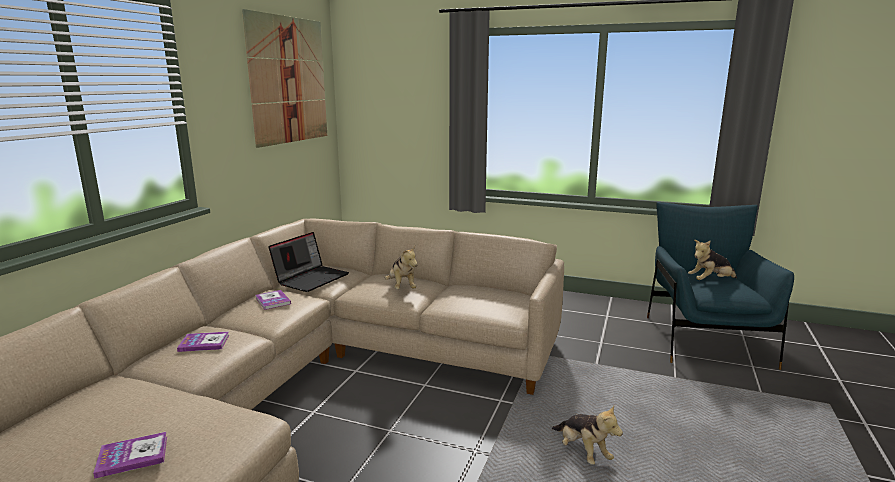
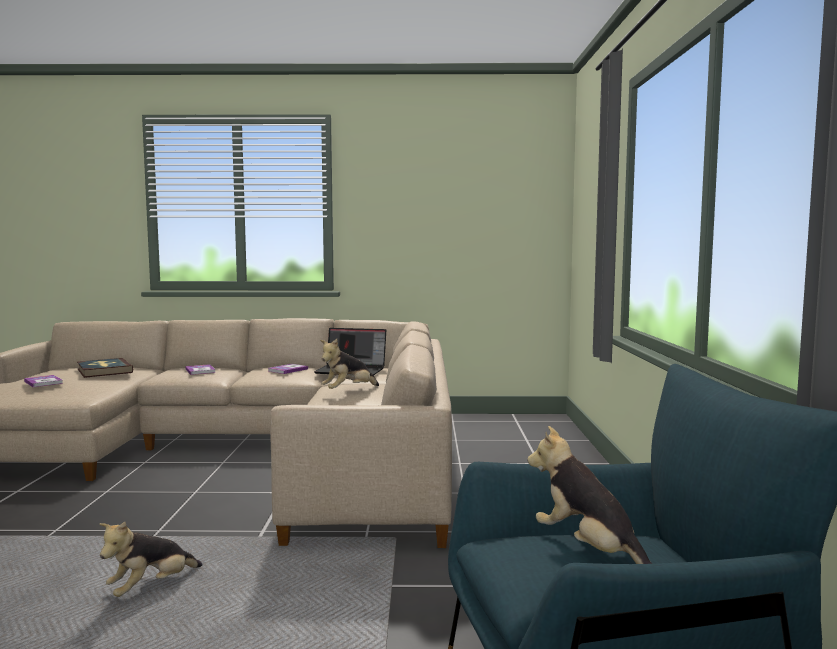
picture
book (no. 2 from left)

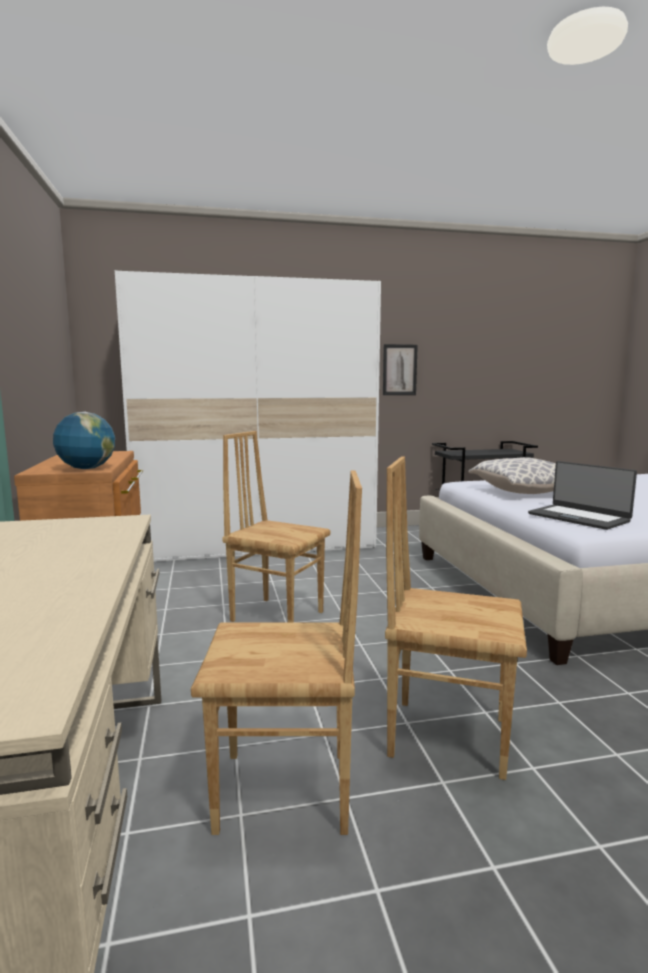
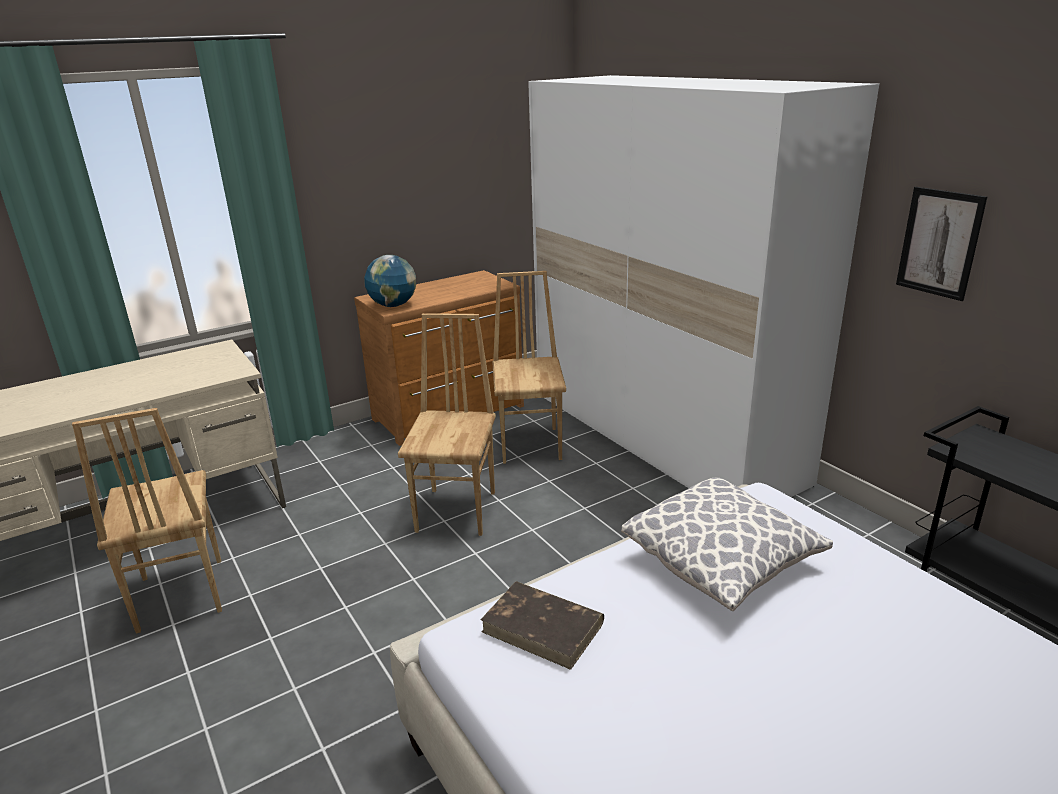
chair in brown (no. 3 from left)
book in brown

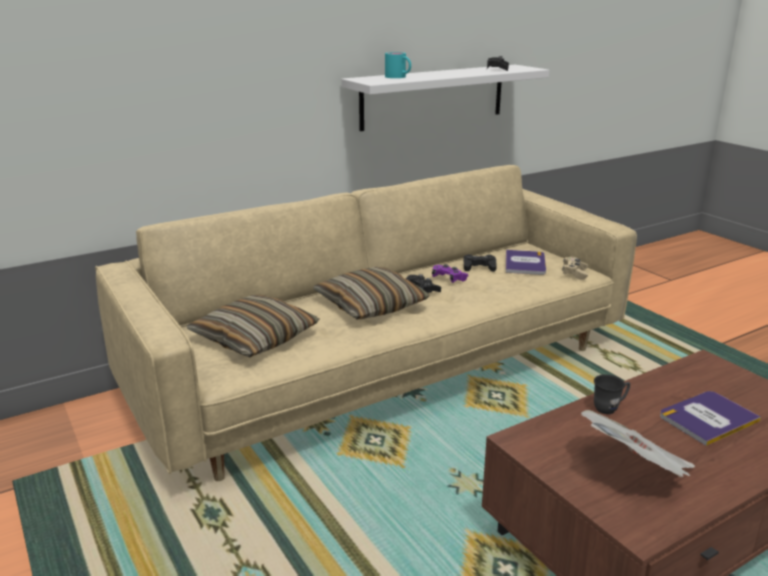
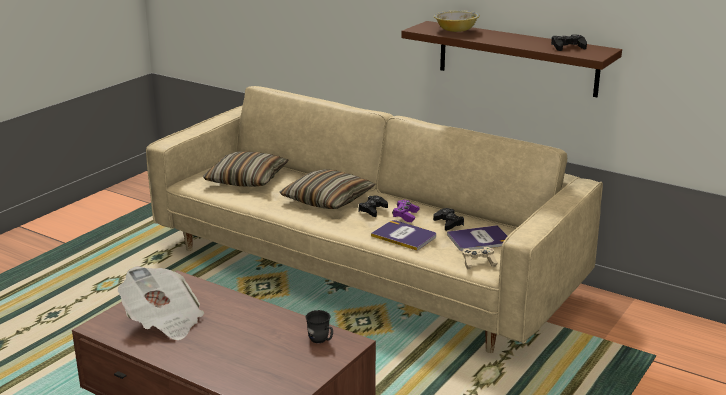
bowl
shelf in brown
mug in grey
book (no. 1 from left)

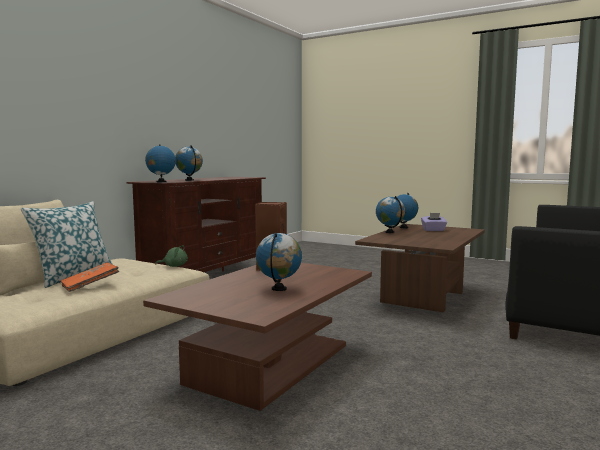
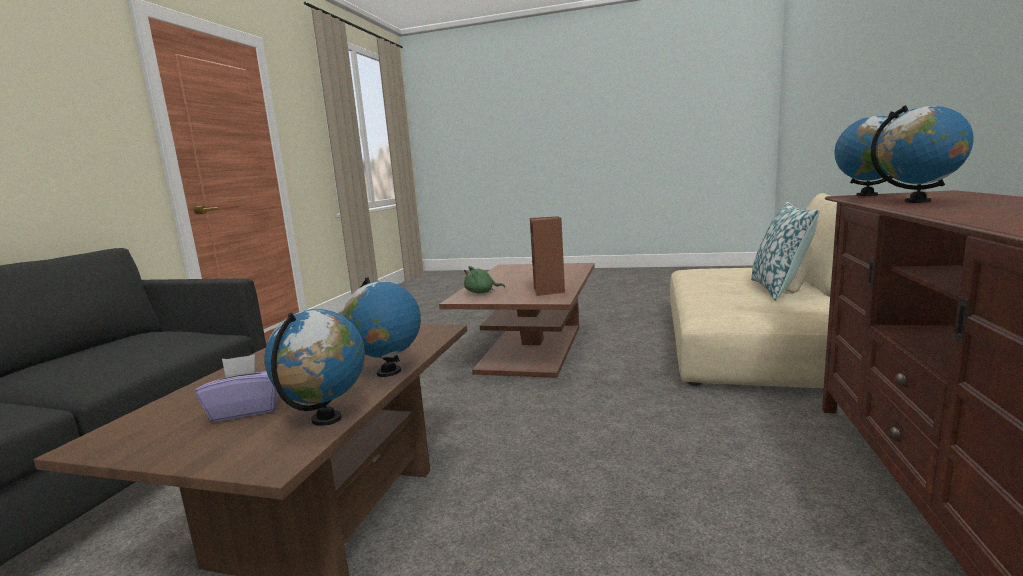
globe (no. 3 from left in the first image)
plush toy in green
book in orange

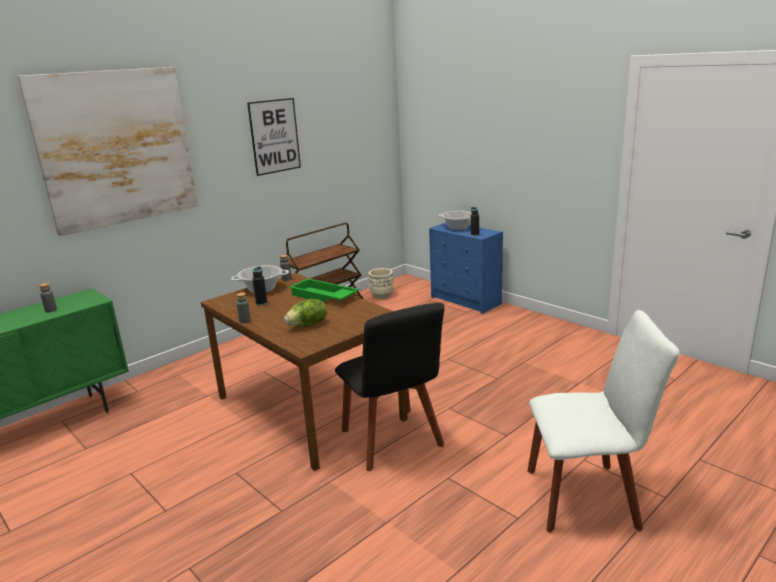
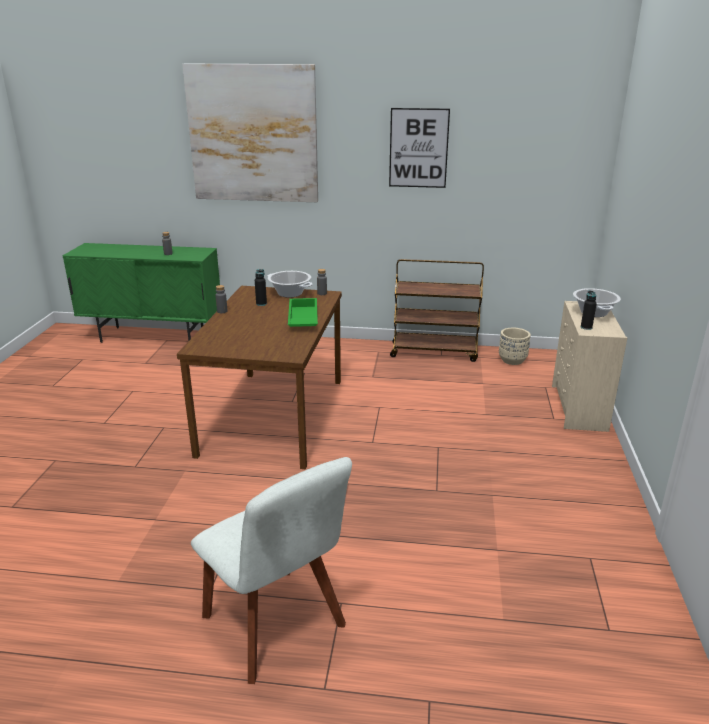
dresser in beige
lettuce
chair in black

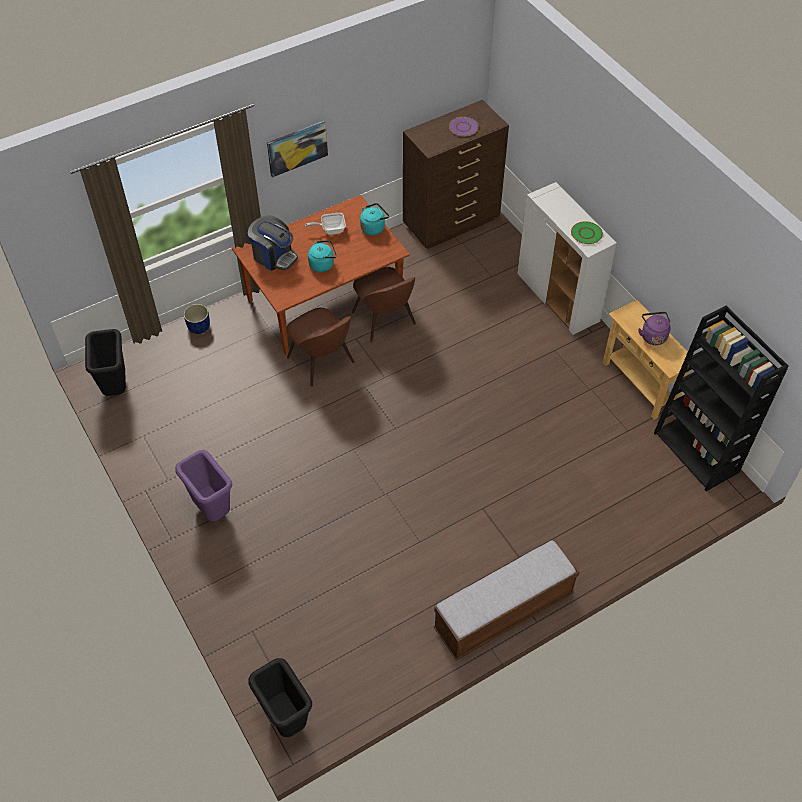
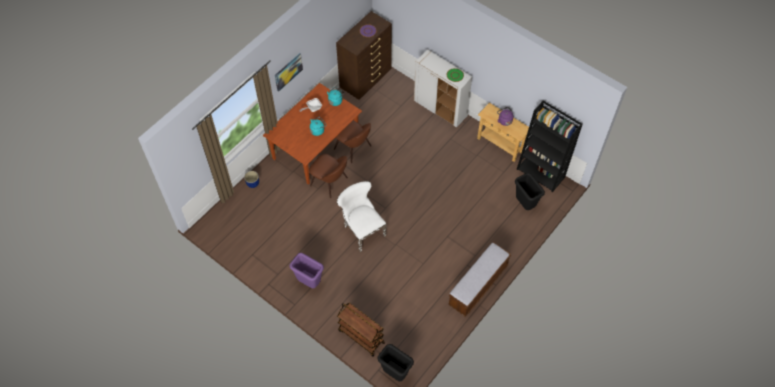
coffee machine
trash can in black (no. 2 from left)
chair in white
cart in brown

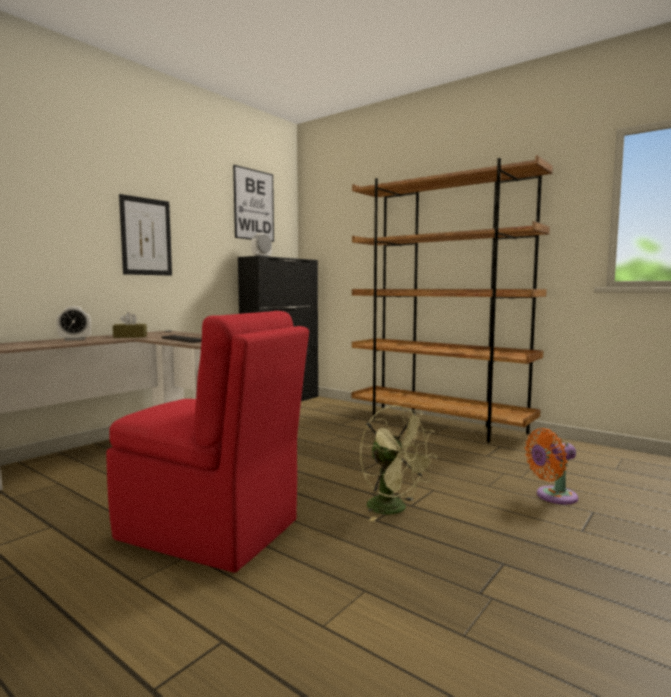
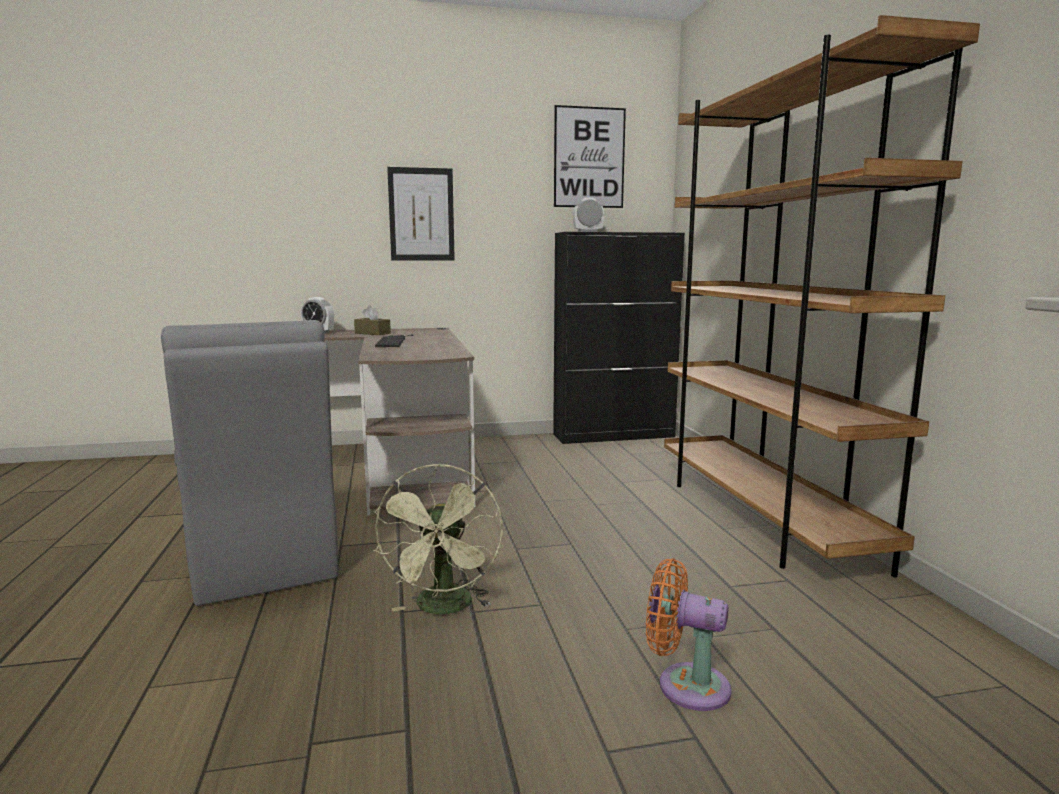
chair in grey

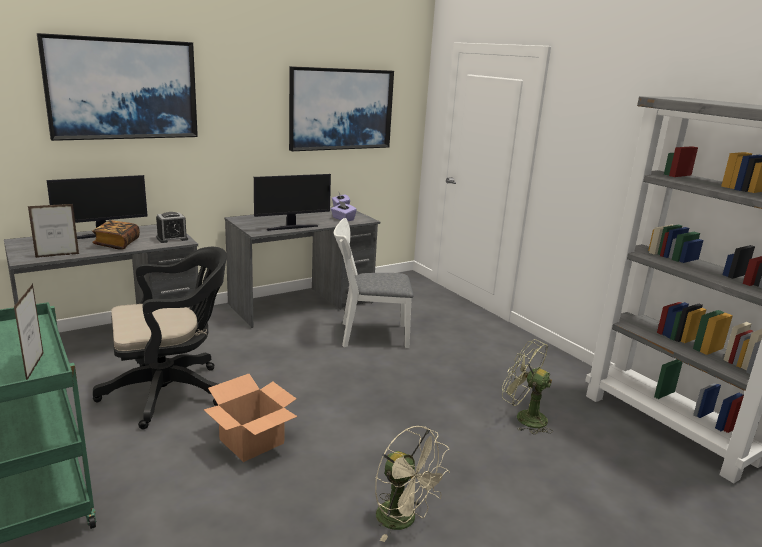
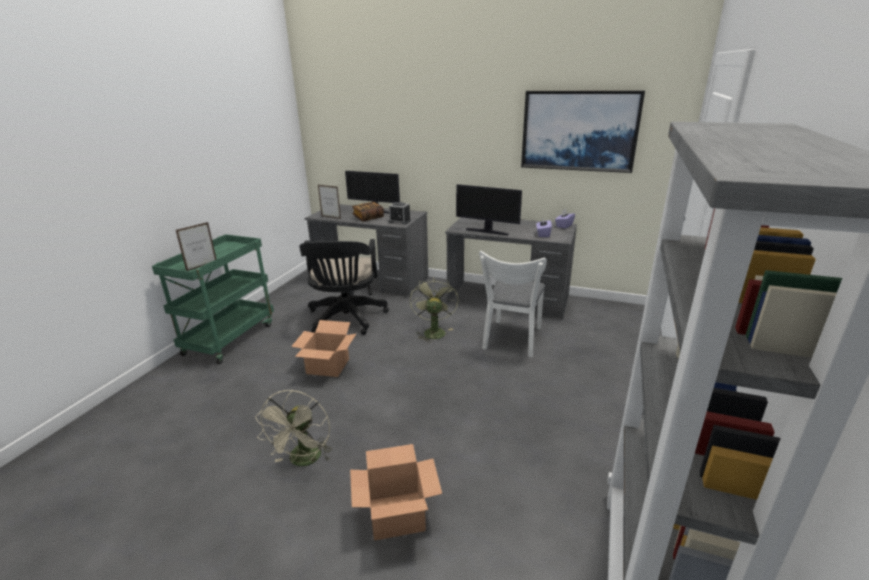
picture (no. 1 from left in the first image)
chair in white
office chair in black
fan in green
cardboard box (no. 2 from left)

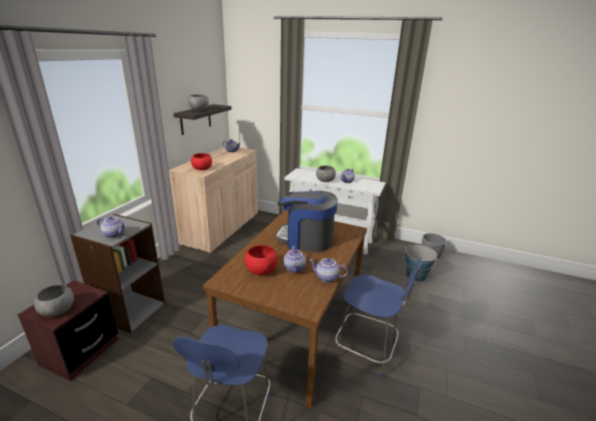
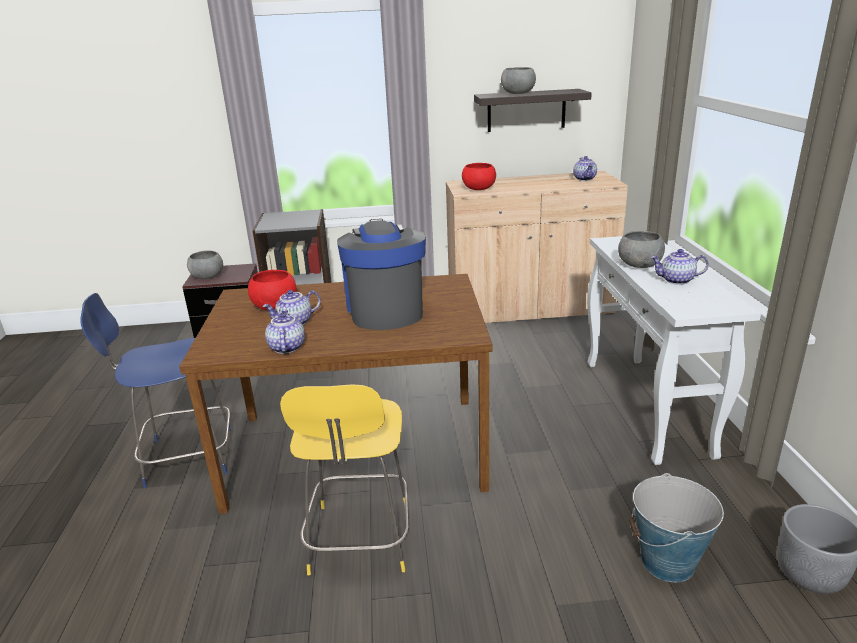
teapot (no. 1 from left in the first image)
chair in yellow

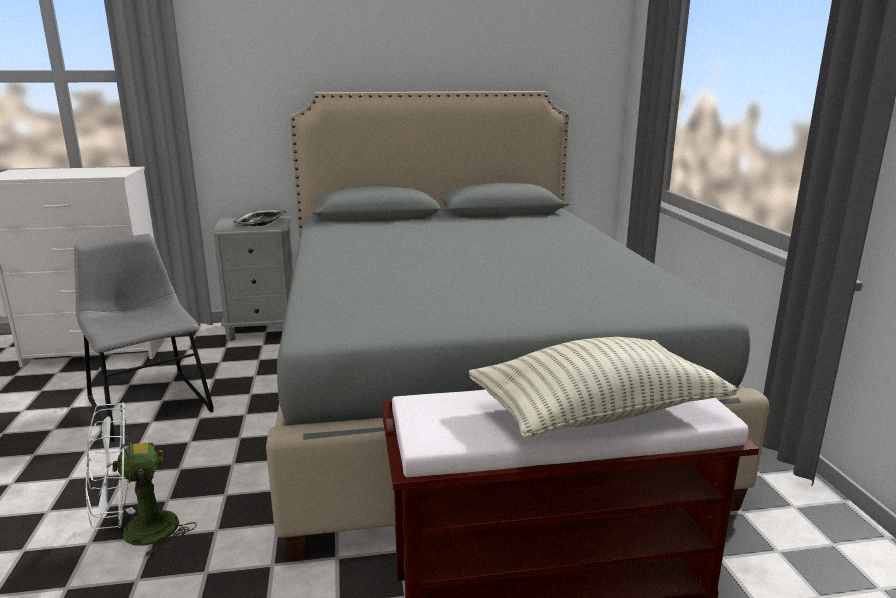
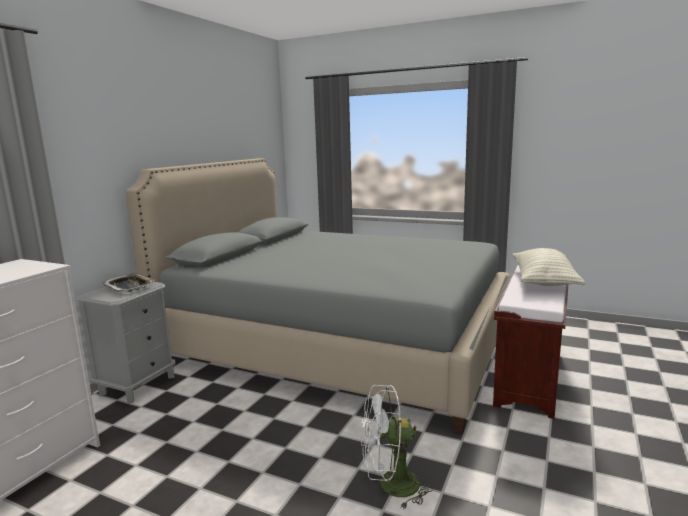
chair in grey
fan in white

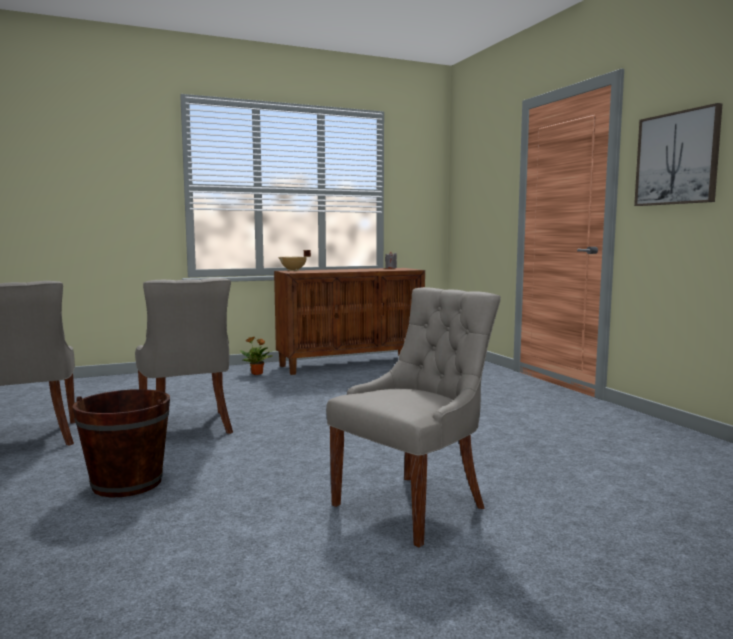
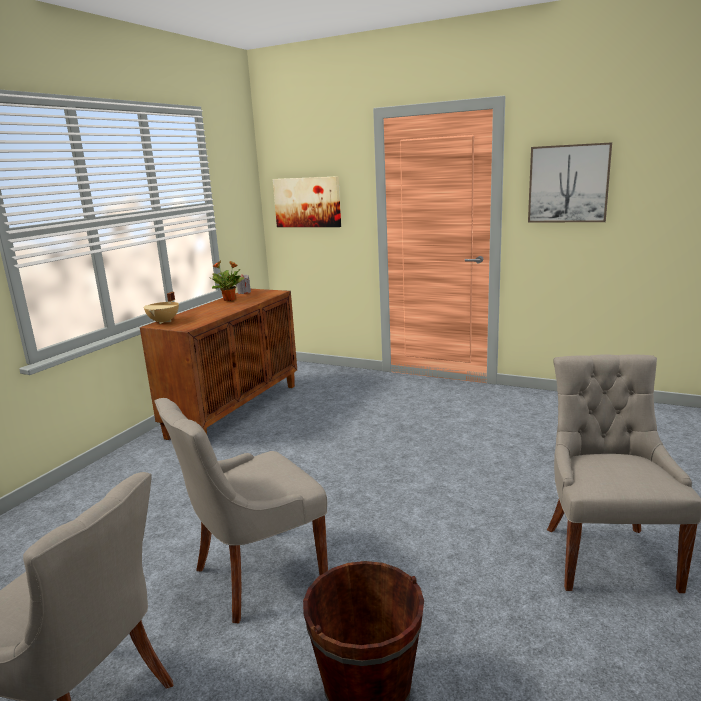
chair in grey (no. 2 from left)
potted plant
picture (no. 1 from left)

